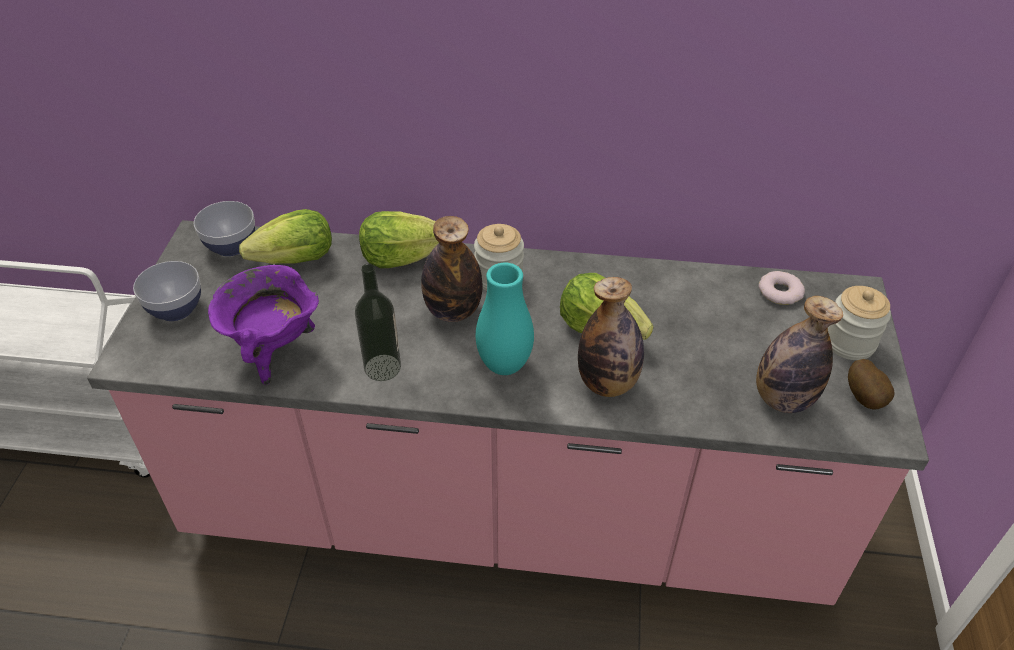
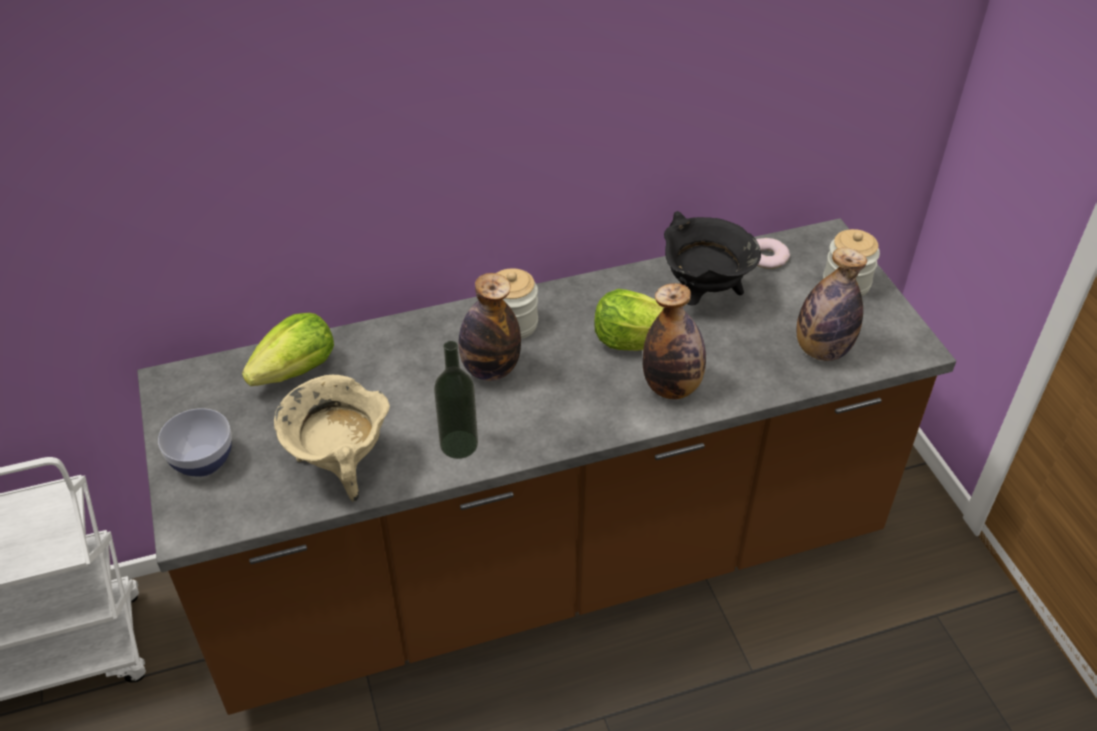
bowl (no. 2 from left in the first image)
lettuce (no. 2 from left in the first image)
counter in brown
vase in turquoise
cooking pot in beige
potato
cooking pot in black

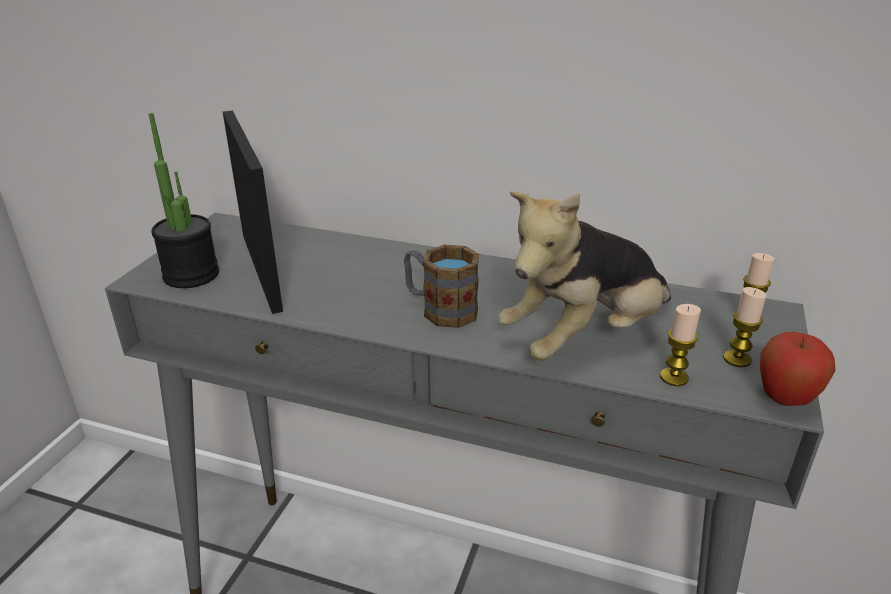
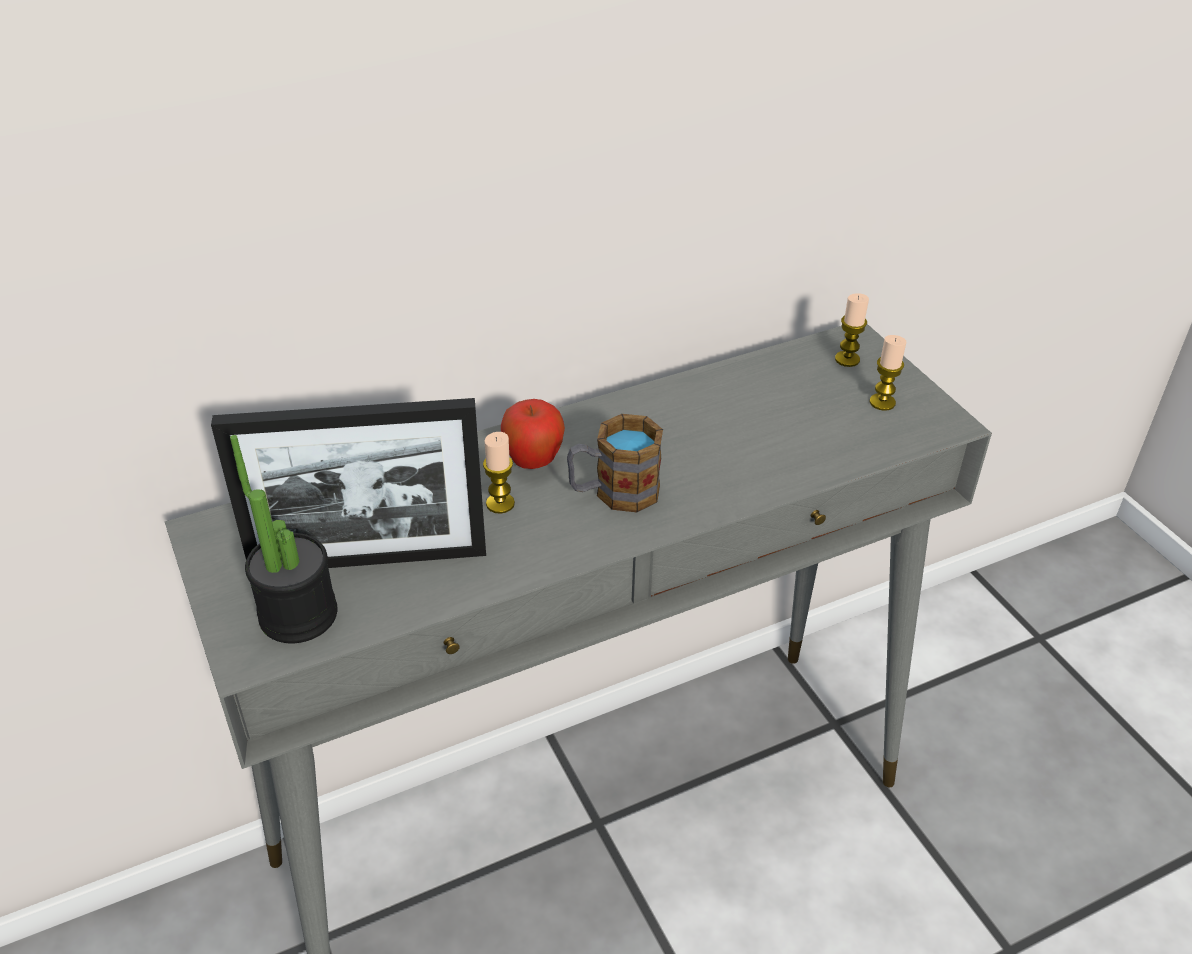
picture frame
plush toy
candle (no. 1 from left)
apple

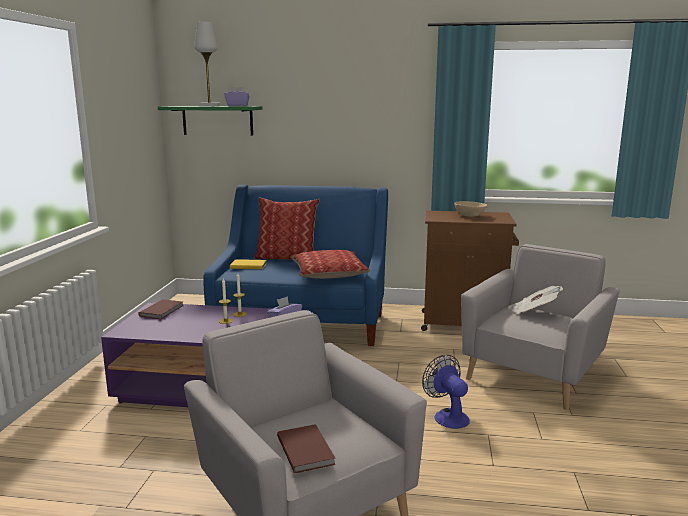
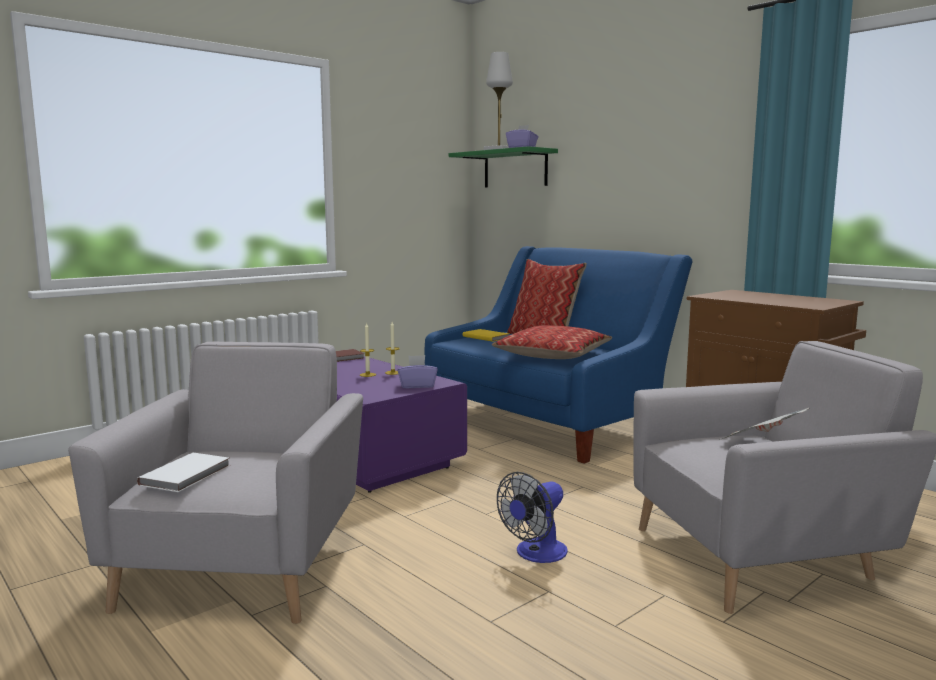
bowl in beige
fan
book in white

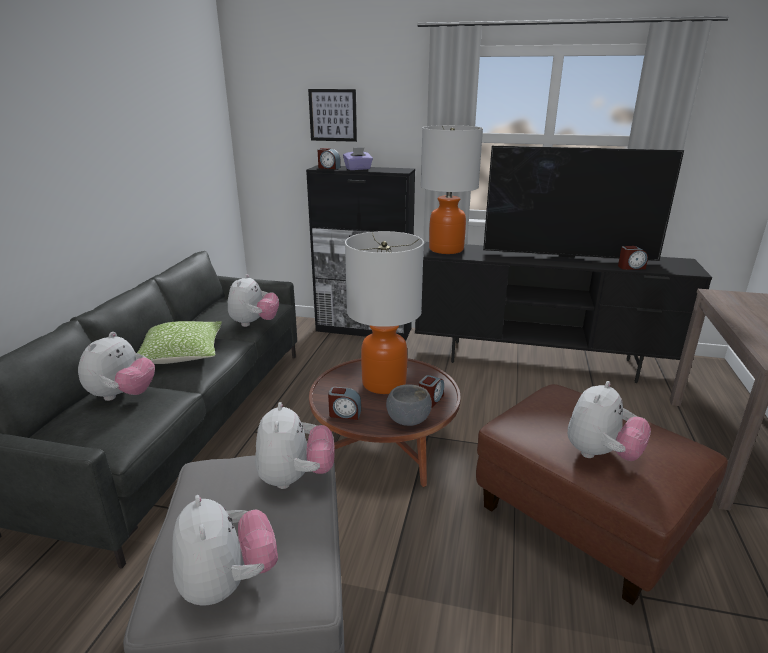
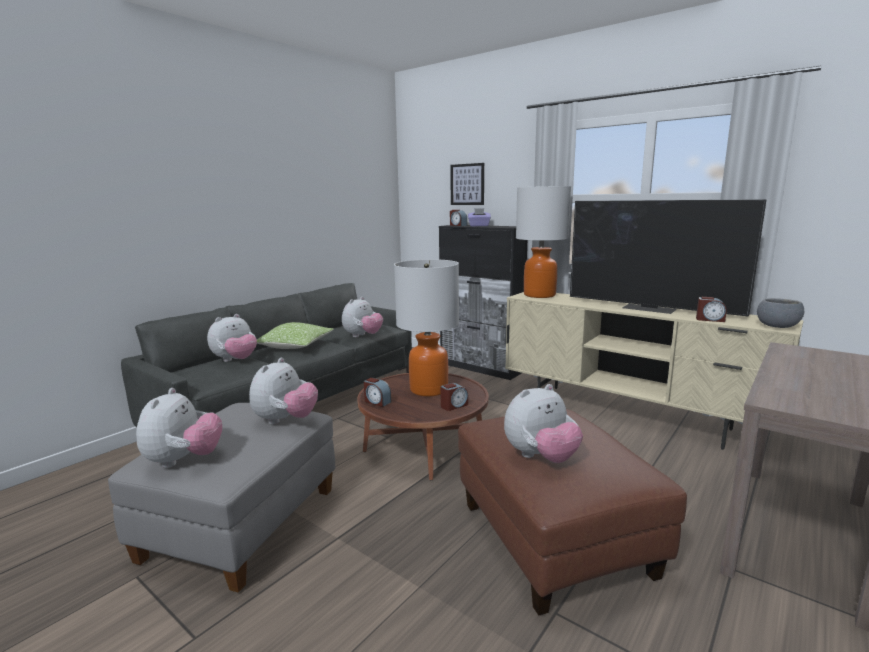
tv stand in beige
bowl in grey

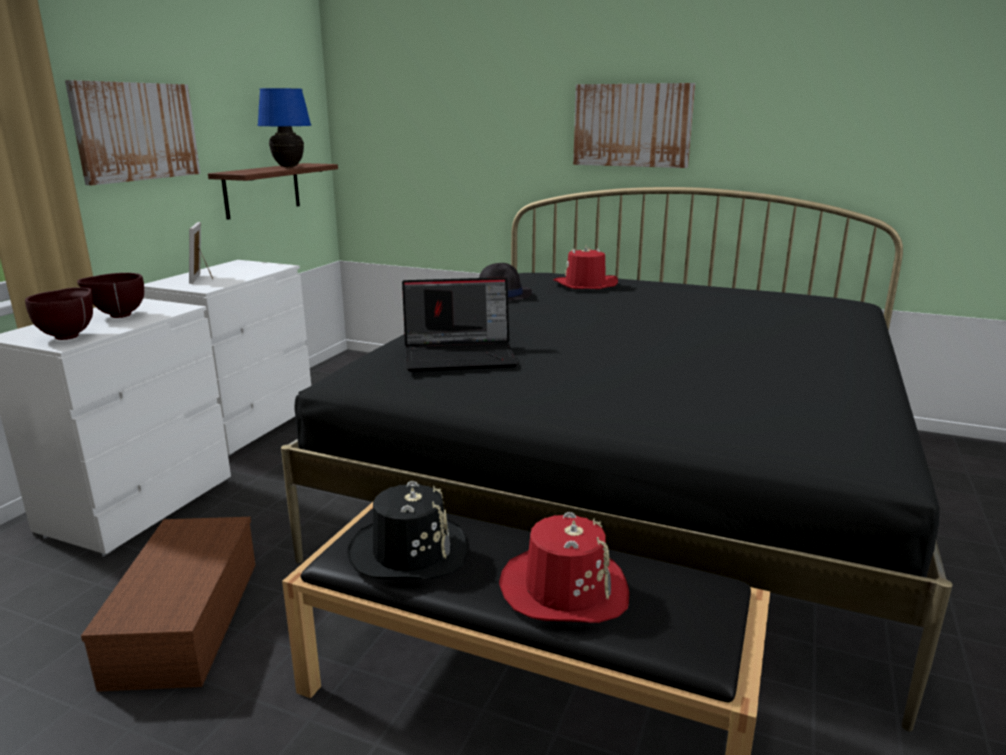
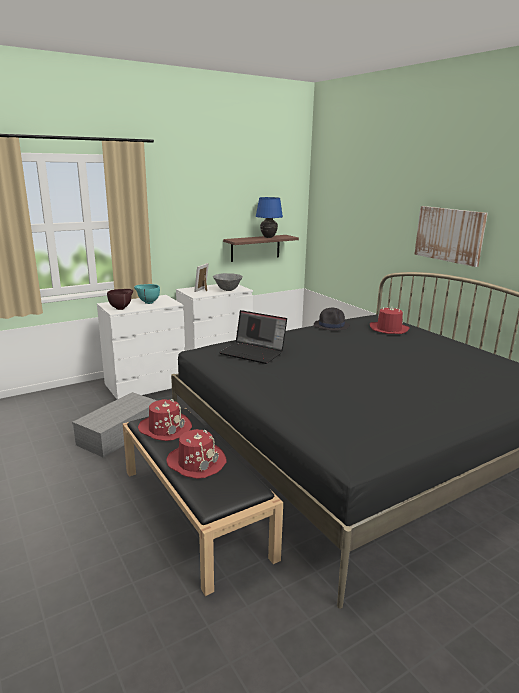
picture (no. 1 from left in the first image)
bowl in turquoise
hat in red (no. 1 from left)
storage box in grey
bowl in grey

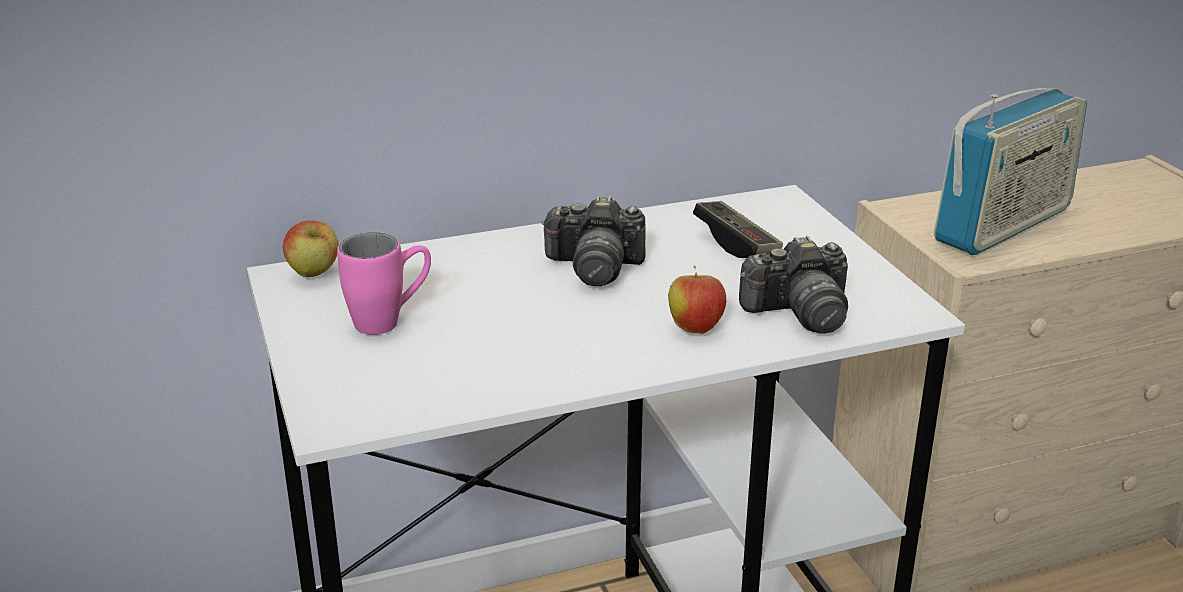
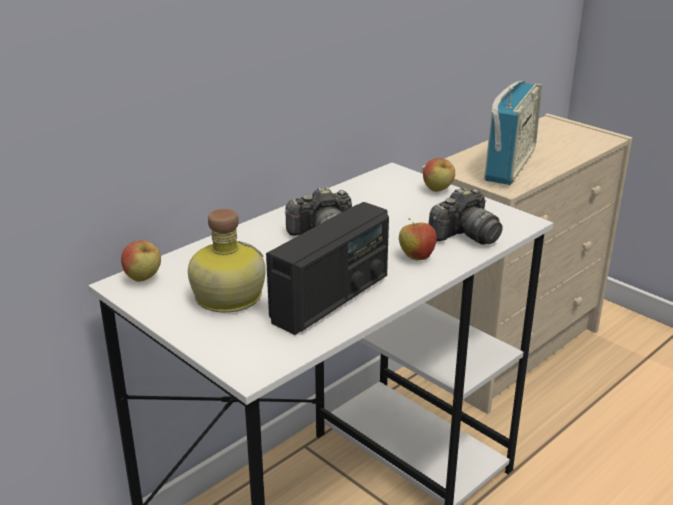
game controller
bottle
apple (no. 3 from left)
radio (no. 1 from left)

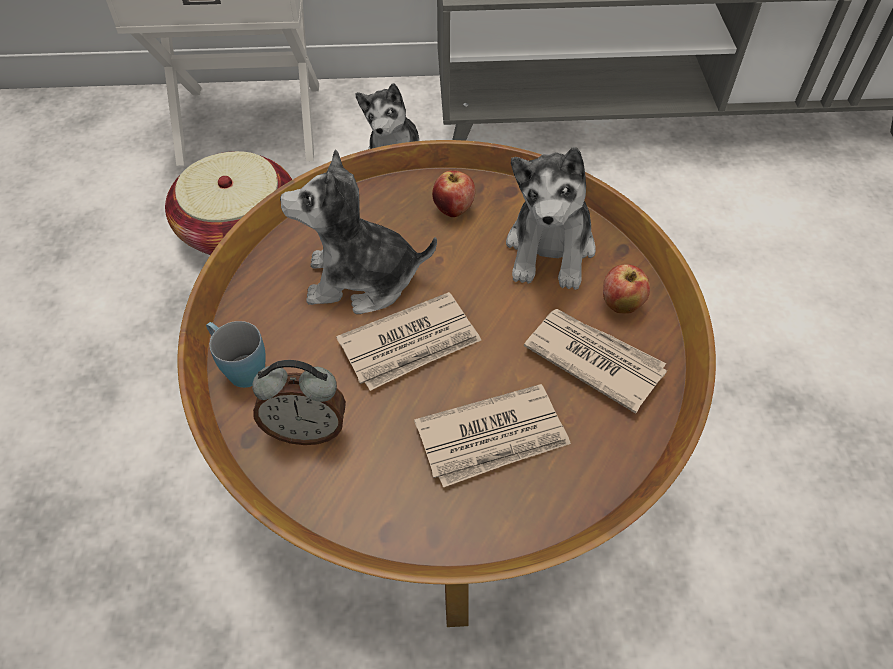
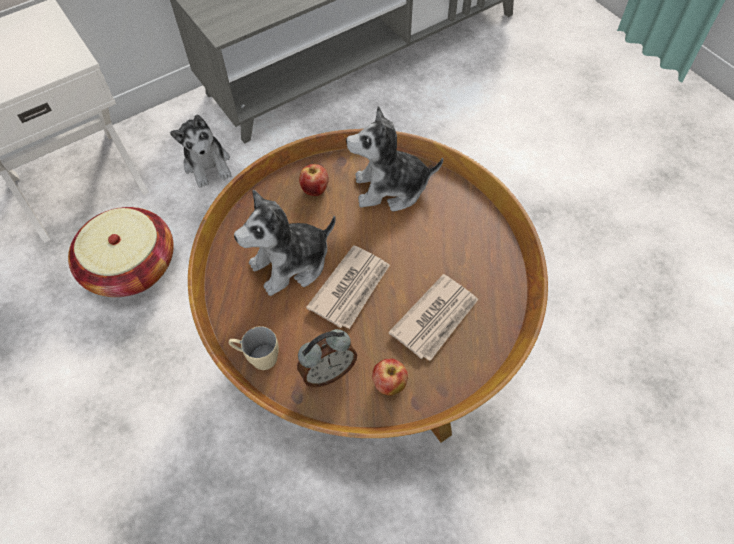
plush toy (no. 3 from left)
apple (no. 2 from left)
newspaper (no. 3 from left in the first image)
mug in beige

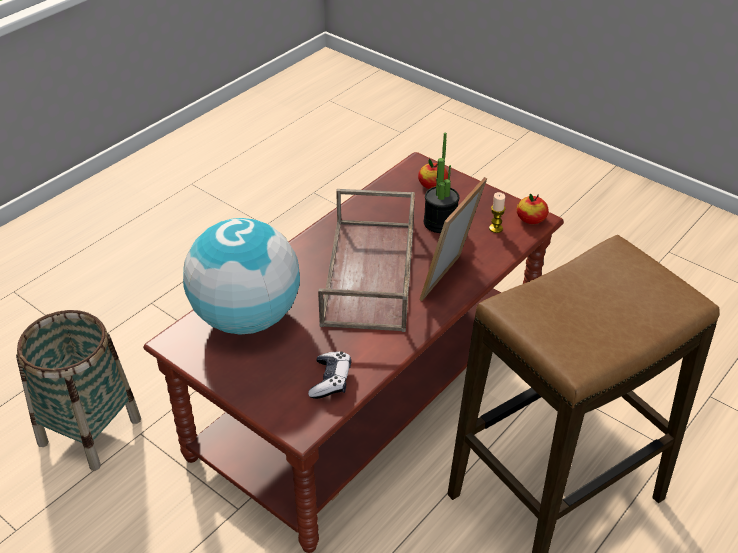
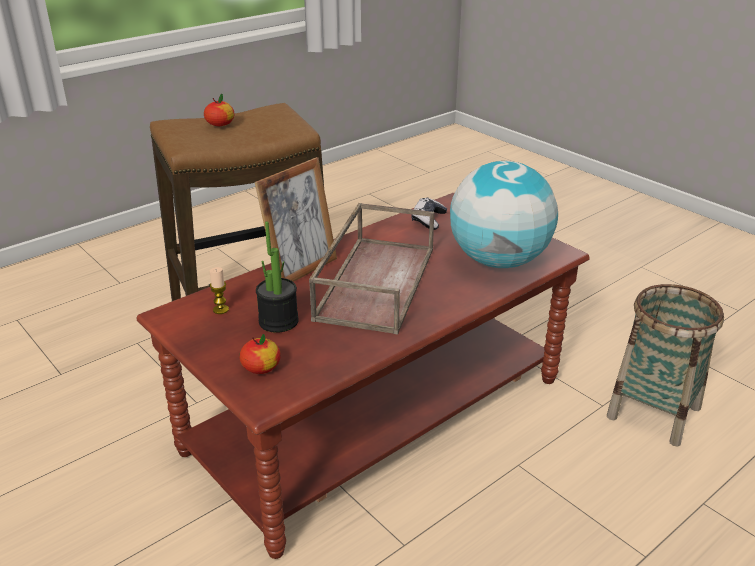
apple (no. 1 from left)

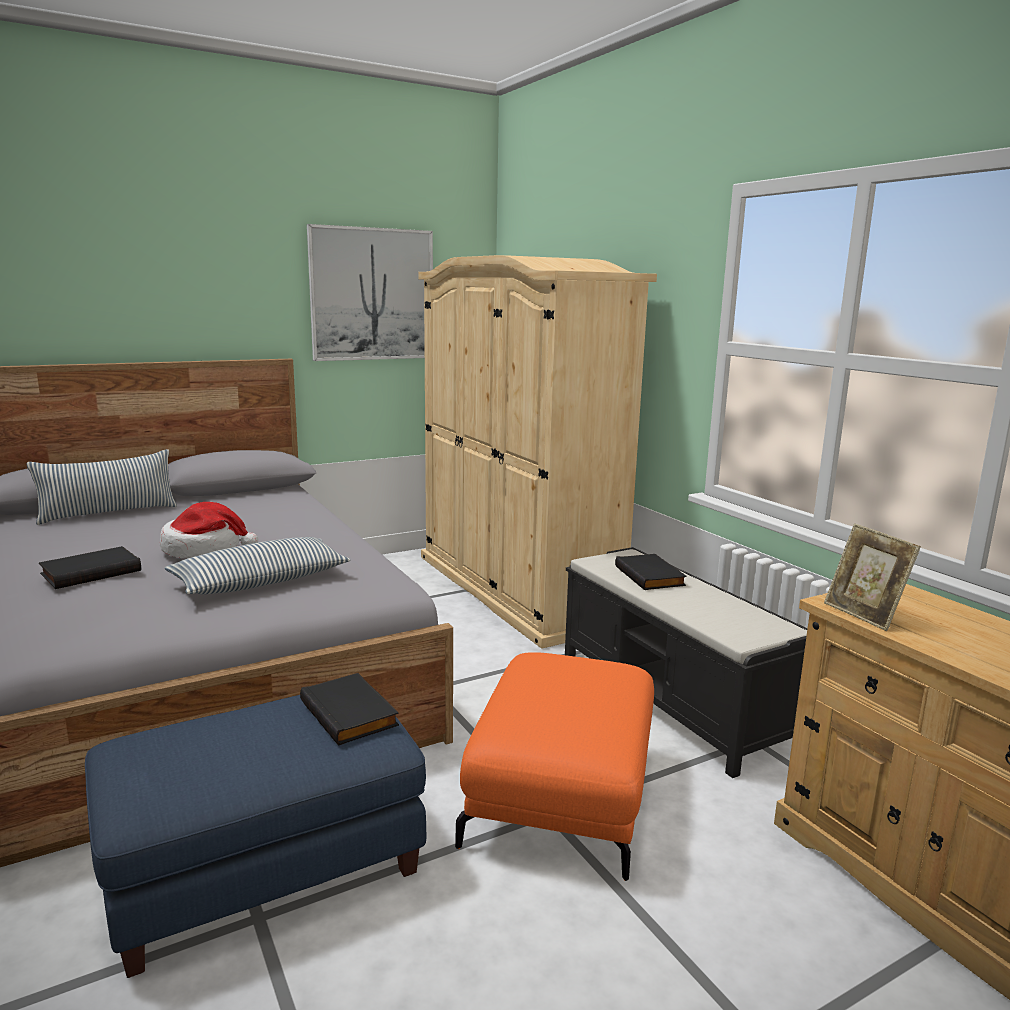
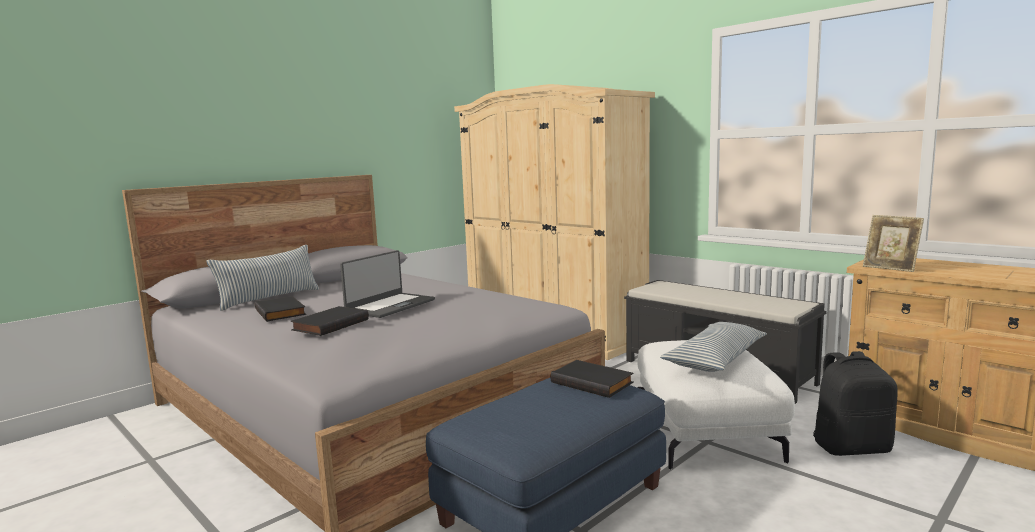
picture
laptop
pillow (no. 2 from left)
book in black (no. 1 from left)
ottoman in white
backpack in black

